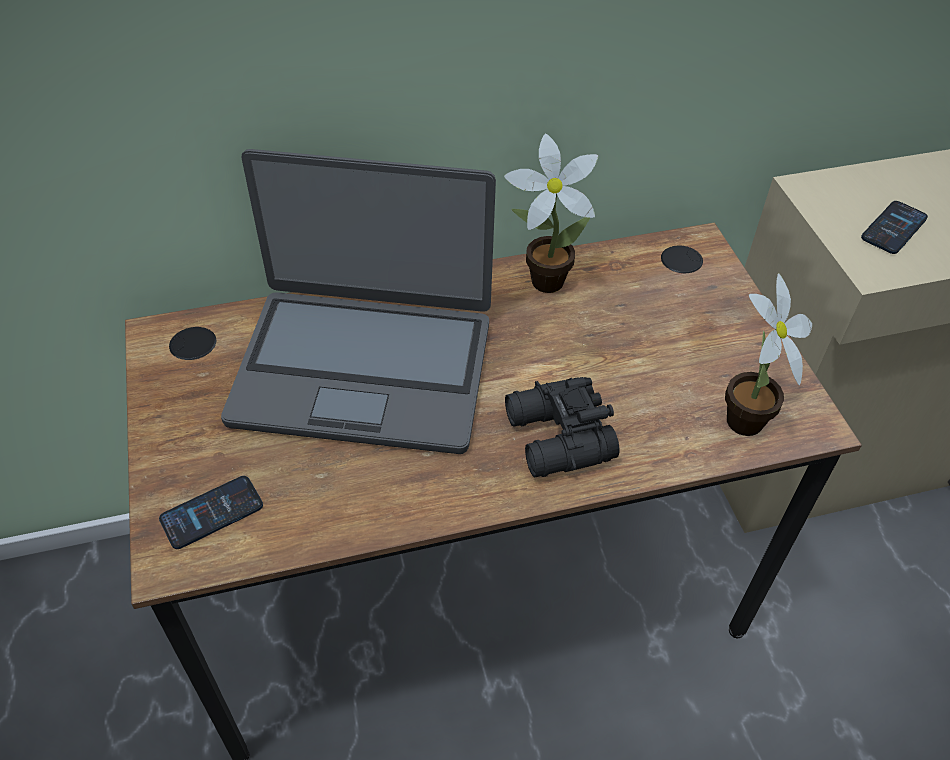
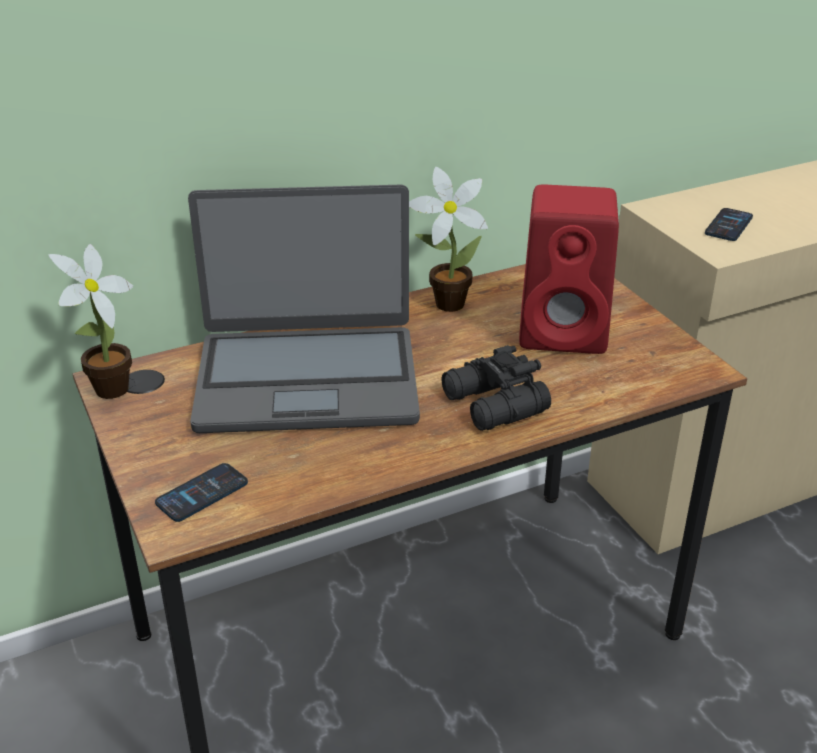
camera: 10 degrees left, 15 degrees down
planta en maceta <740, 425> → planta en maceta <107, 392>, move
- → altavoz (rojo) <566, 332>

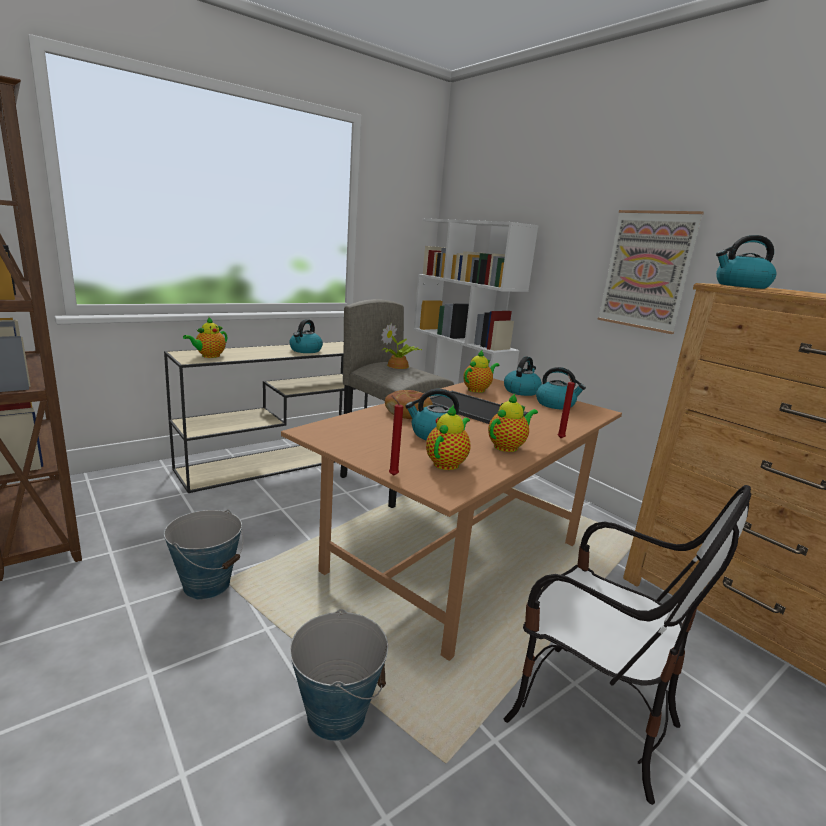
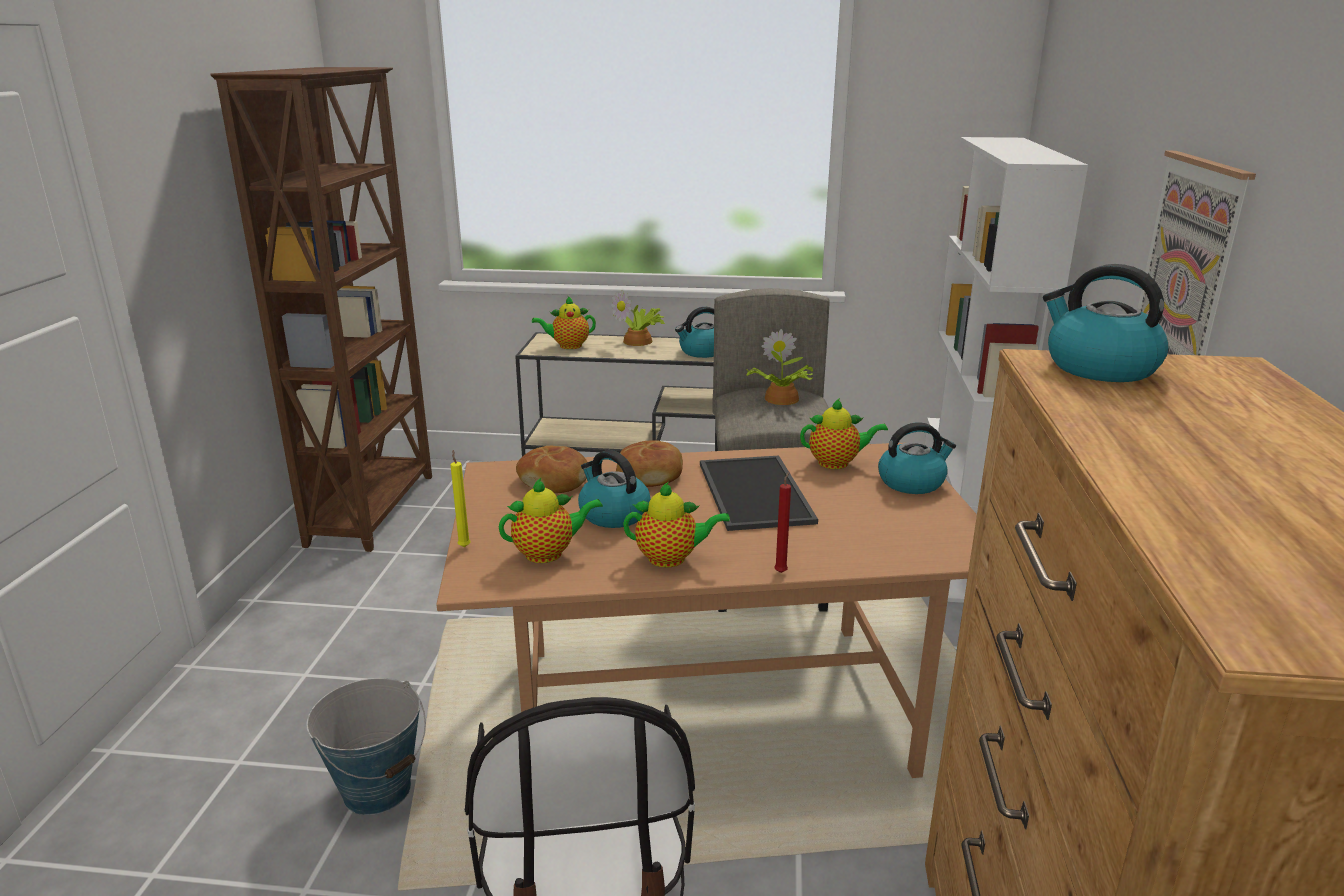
camera: 45 degrees right, 5 degrees up
vela (rojo) <392, 475> → vela (amarillo) <464, 546>
- → pan <554, 480>
- → planta en maceta <639, 341>
cubo <207, 584> → -
hervidor <555, 404> → -

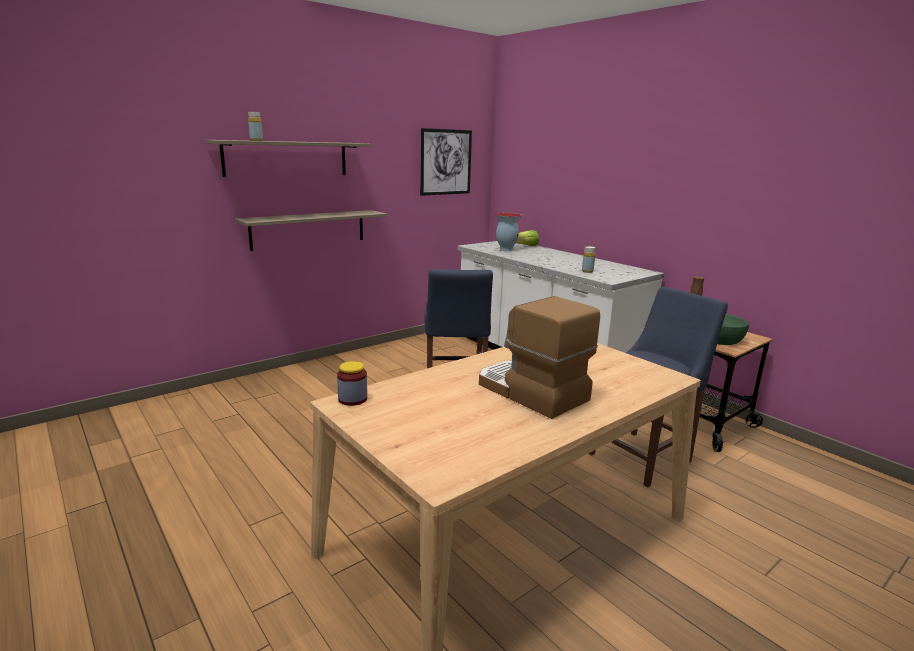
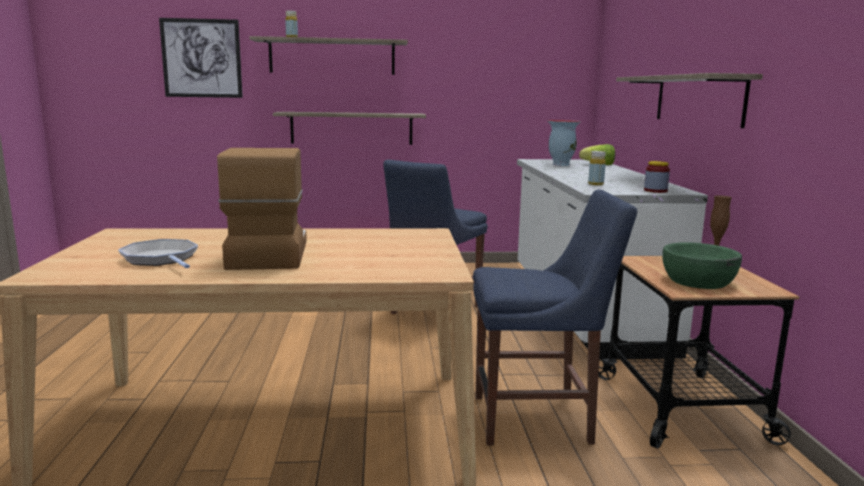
camera: 35 degrees right, 5 degrees down
- → sartén <161, 259>
cuadro <446, 162> → cuadro <201, 58>, move
- → estante <698, 99>
tarro <352, 399> → tarro <655, 190>, move

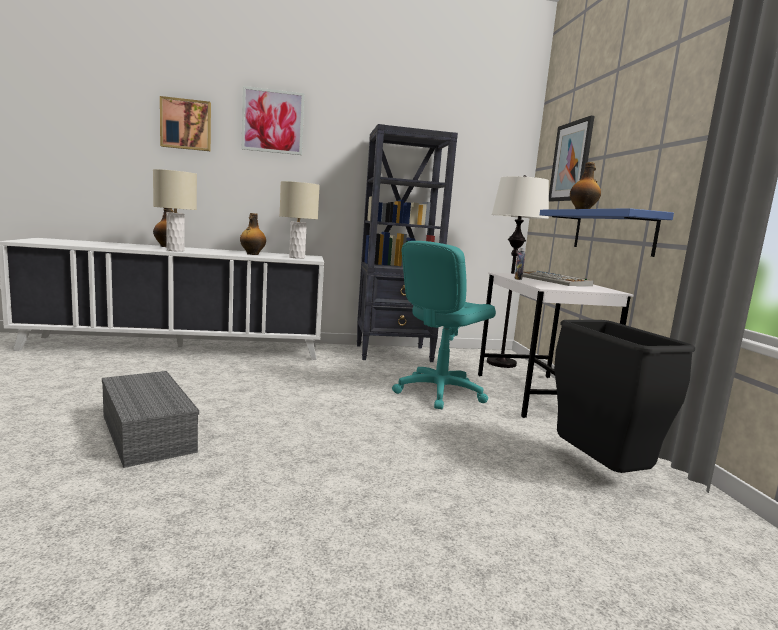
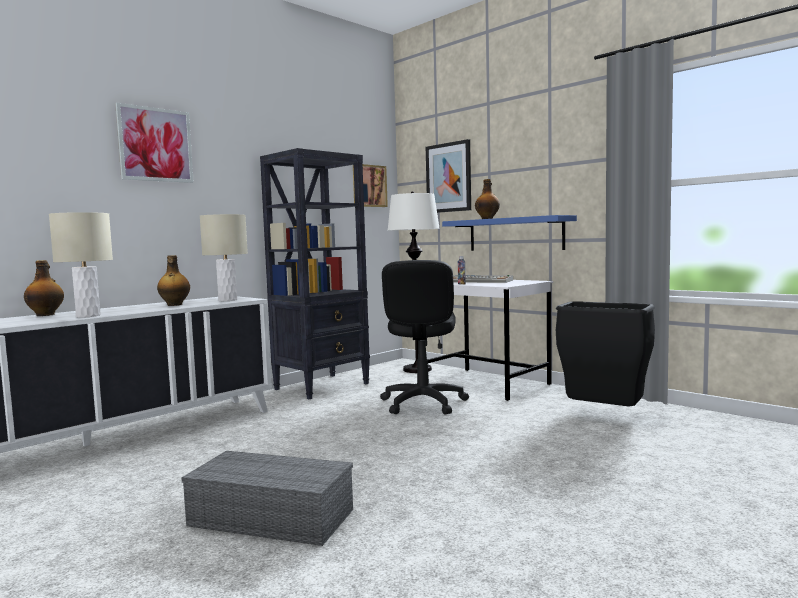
camera: 35 degrees left, 5 degrees down
cuadro <186, 124> → cuadro <368, 186>, move
silla de oficina (turquesa) <439, 392> → silla de oficina (negro) <423, 403>

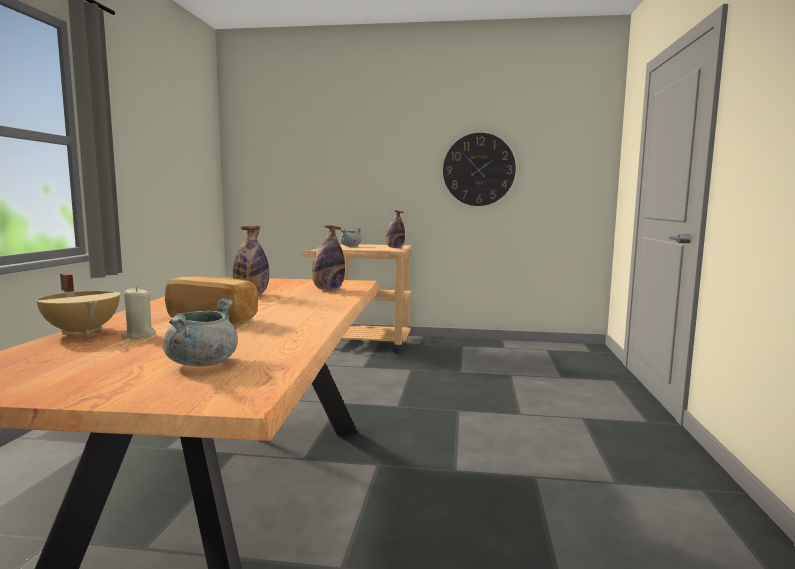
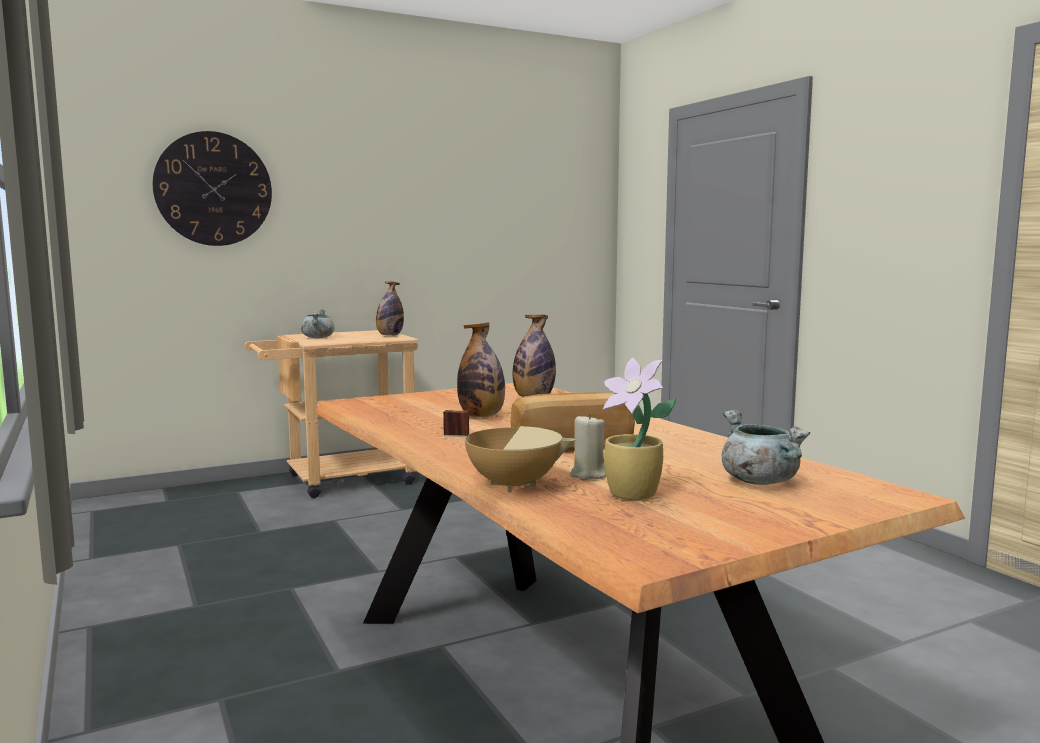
camera: 35 degrees left, 0 degrees up
reloj de pared <479, 169> → reloj de pared <213, 189>, move
- → planta en maceta <634, 495>

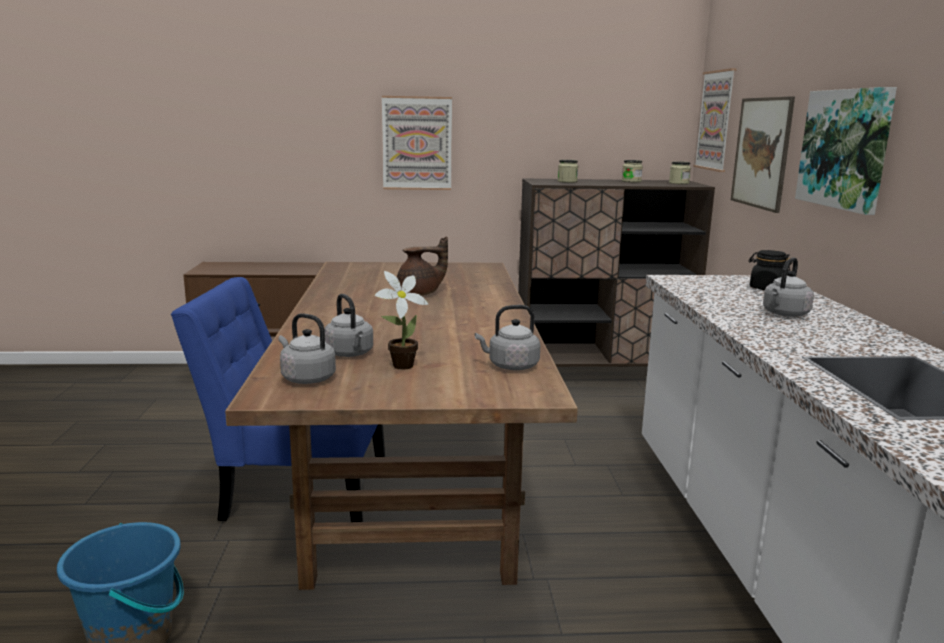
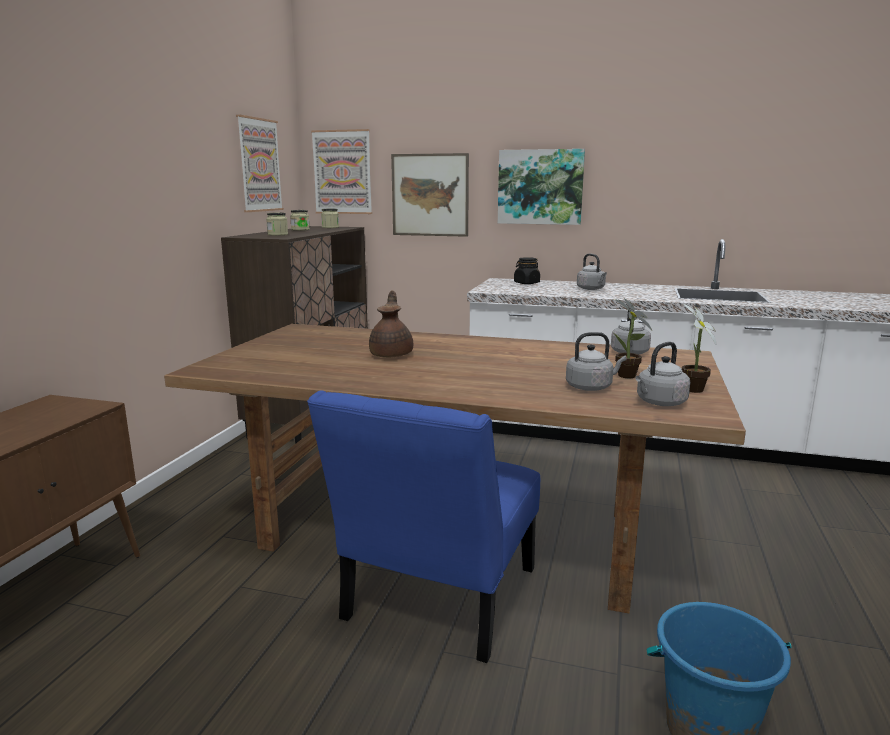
camera: 70 degrees left, 0 degrees up
cuadro <417, 143> → cuadro <259, 165>, move
- → planta en maceta <692, 390>

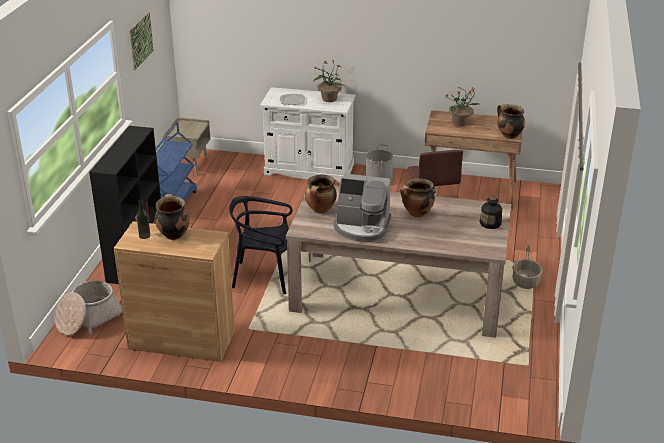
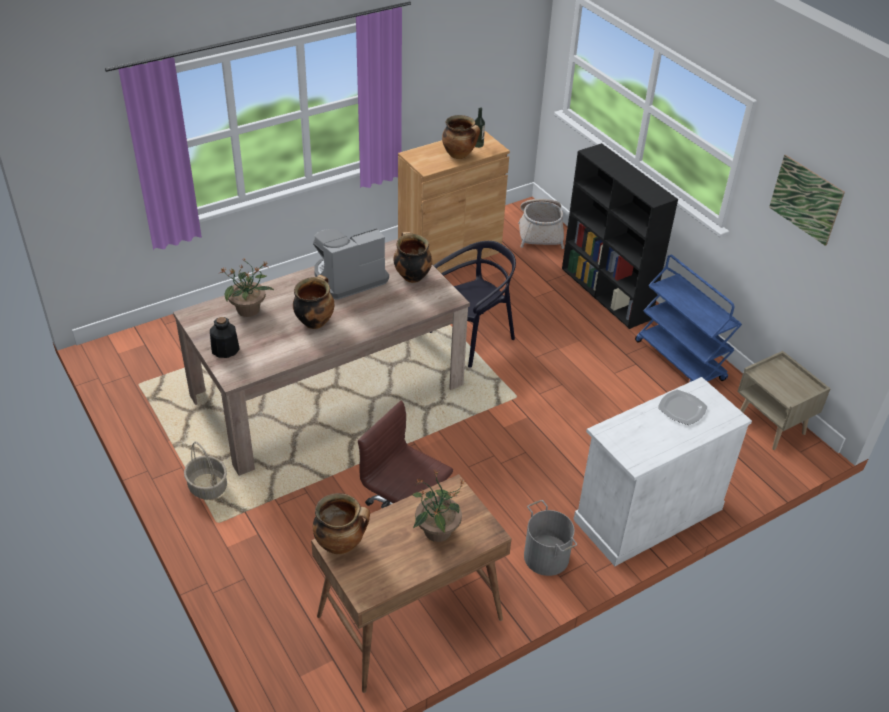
camera: 135 degrees right, 10 degrees up
planta en maceta <329, 99> → planta en maceta <249, 310>, move

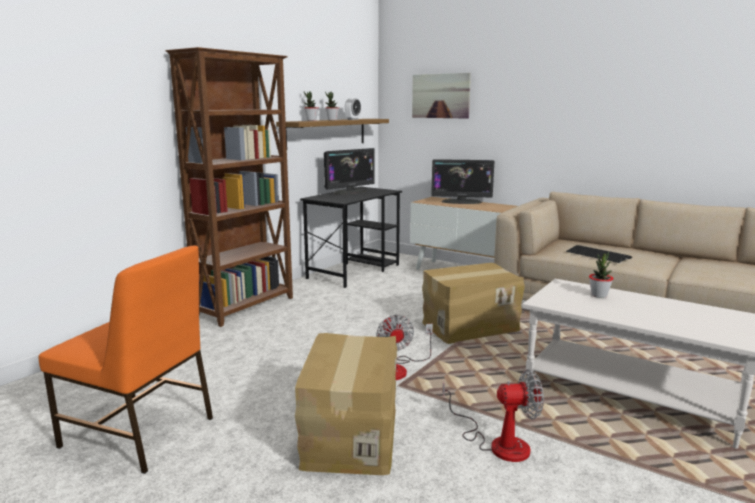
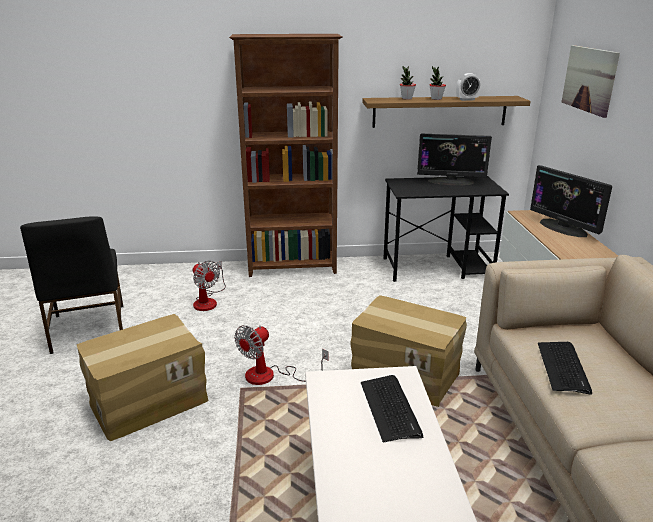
camera: 50 degrees right, 10 degrees up
silla (naranja) <139, 433> → silla (negro) <88, 329>
ventilador <498, 443> → ventilador <208, 301>, move
planta en maceta <599, 295> → teclado <390, 408>

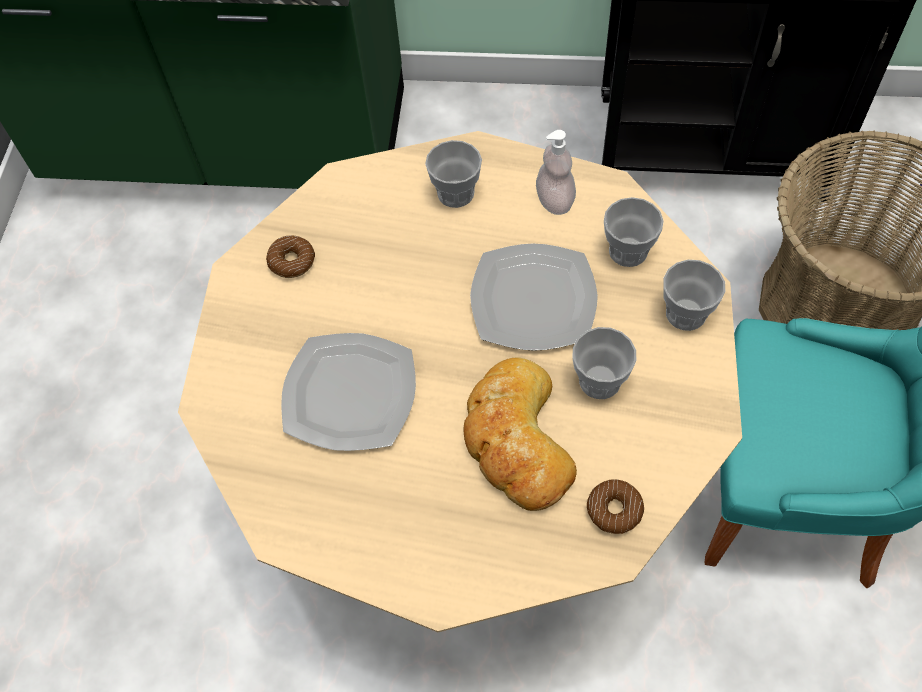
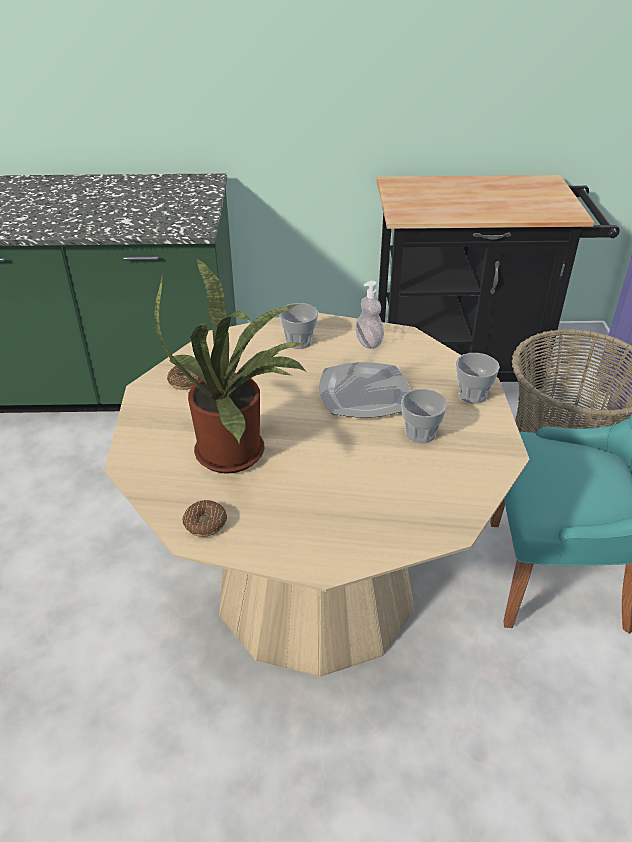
camera: 10 degrees left, 20 degrees down
plato <351, 395> → planta en maceta <238, 452>
rosquilla <614, 510> → rosquilla <205, 523>, move
pan <516, 439> → -
taza <628, 251> → -

